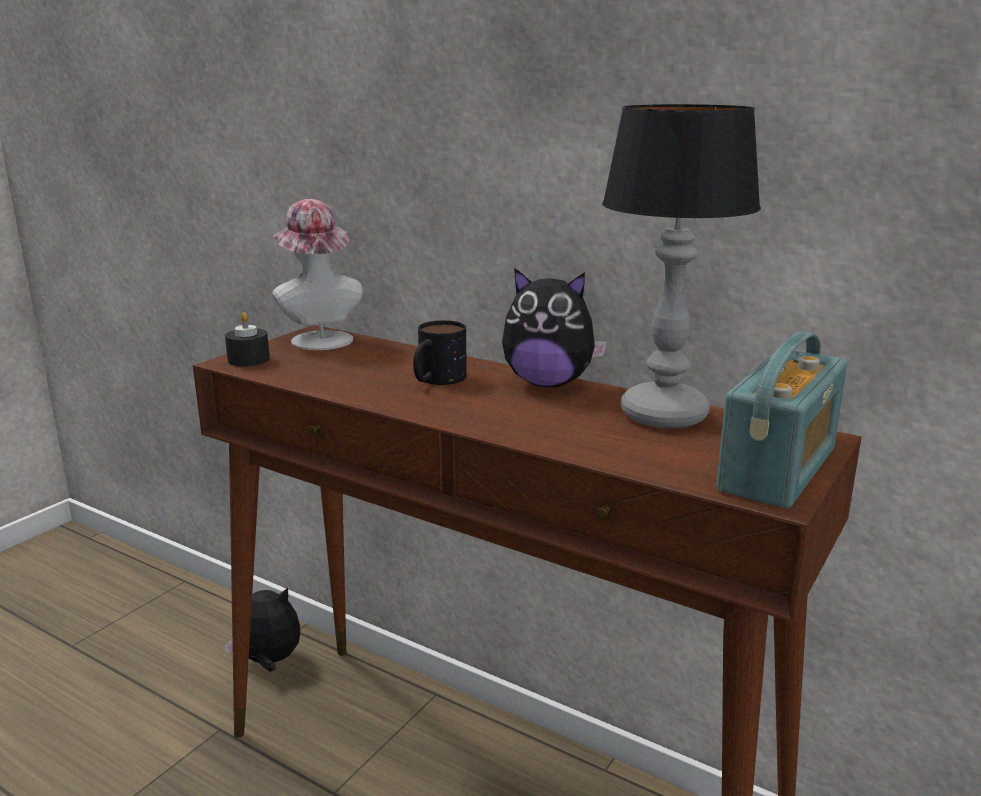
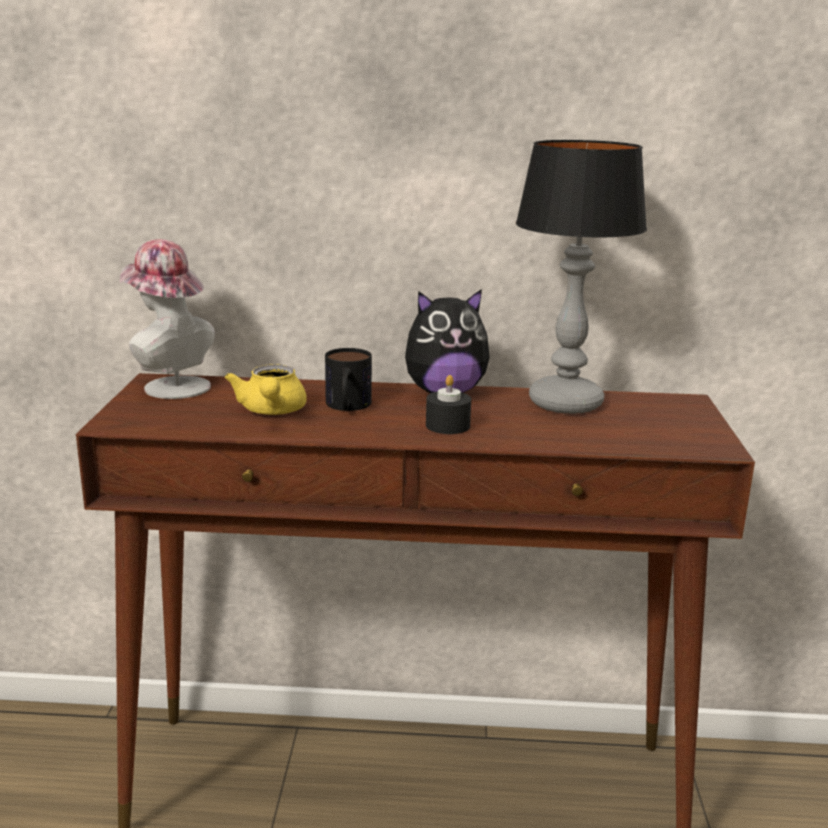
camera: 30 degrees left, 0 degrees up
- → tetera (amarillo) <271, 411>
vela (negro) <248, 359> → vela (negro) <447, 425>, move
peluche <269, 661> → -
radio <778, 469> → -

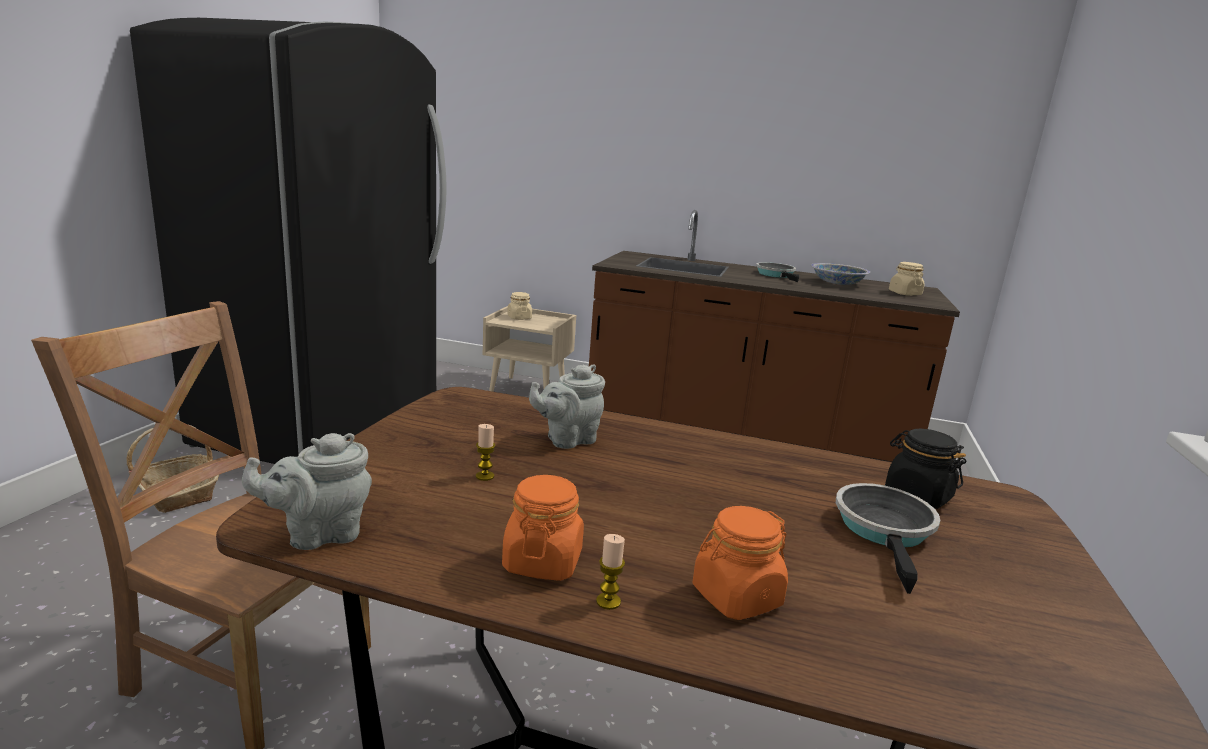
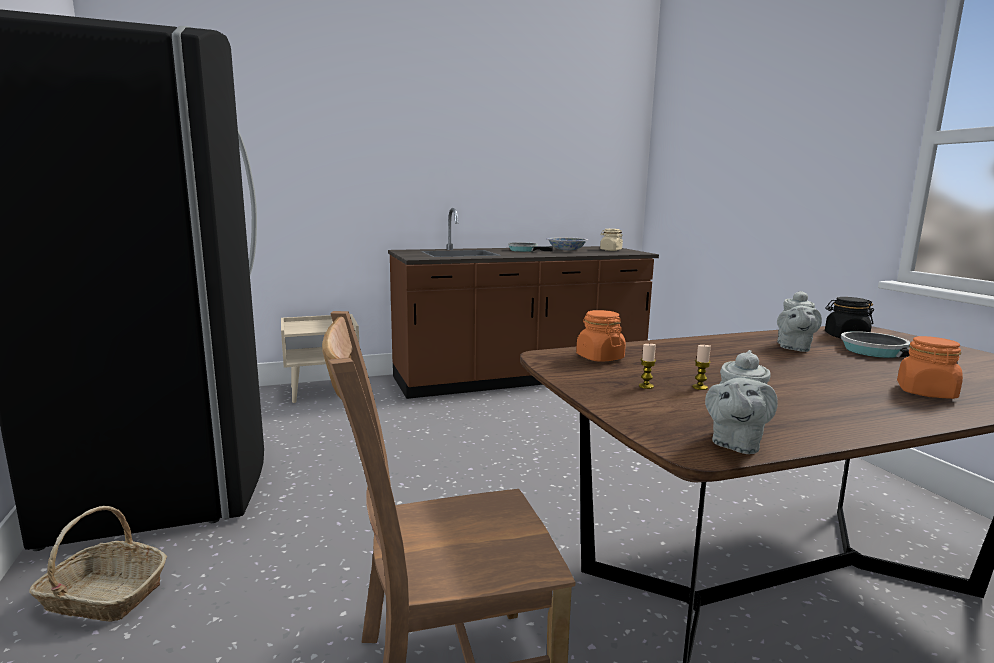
camera: 35 degrees left, 5 degrees down
tarro (naranja) <542, 561> → tarro (naranja) <599, 358>, move
vela <608, 601> → vela <646, 386>, move
tetera (gris) <567, 440> → tetera (gris) <794, 348>, move
tarro (beis) <519, 318> → -

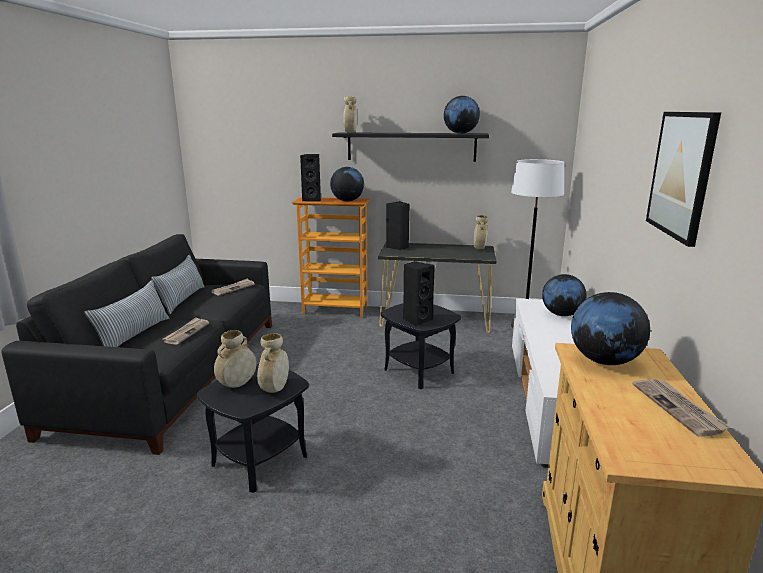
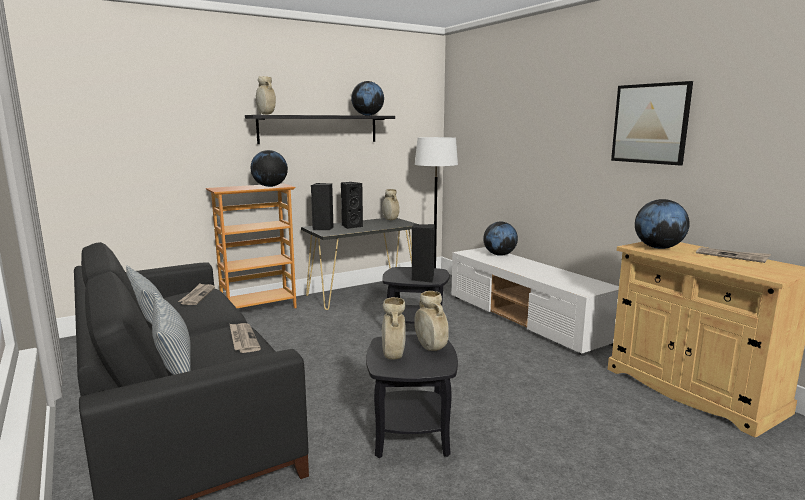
camera: 40 degrees left, 5 degrees down
altavoz (negro) <313, 200> → altavoz (negro) <351, 226>, move

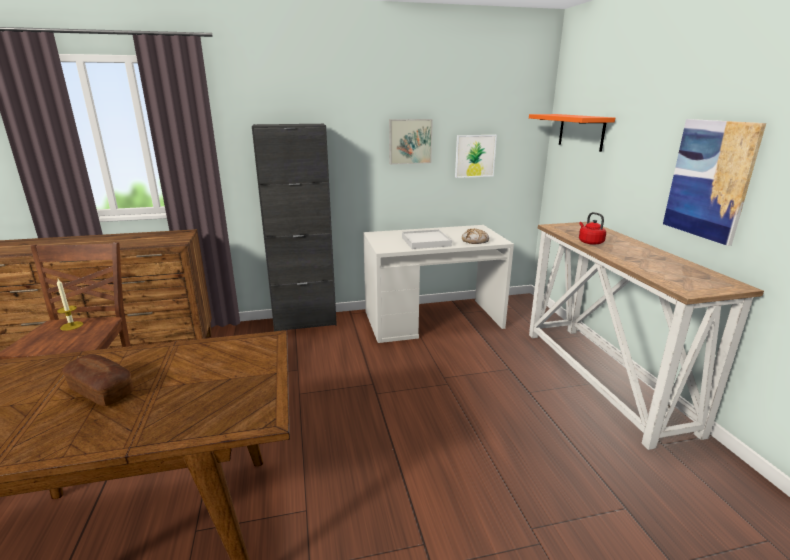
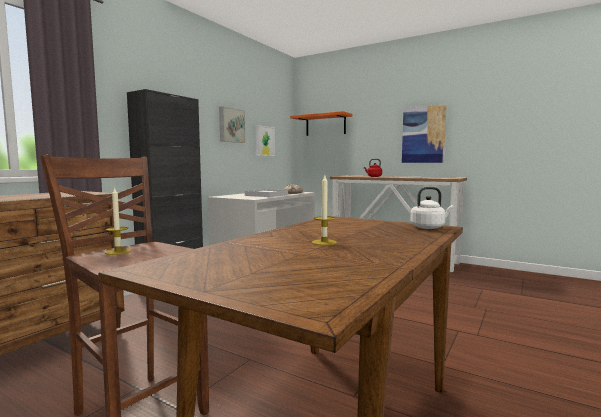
camera: 45 degrees left, 15 degrees down
pan <101, 391> → vela <324, 242>
- → hervidor (blanco) <429, 227>

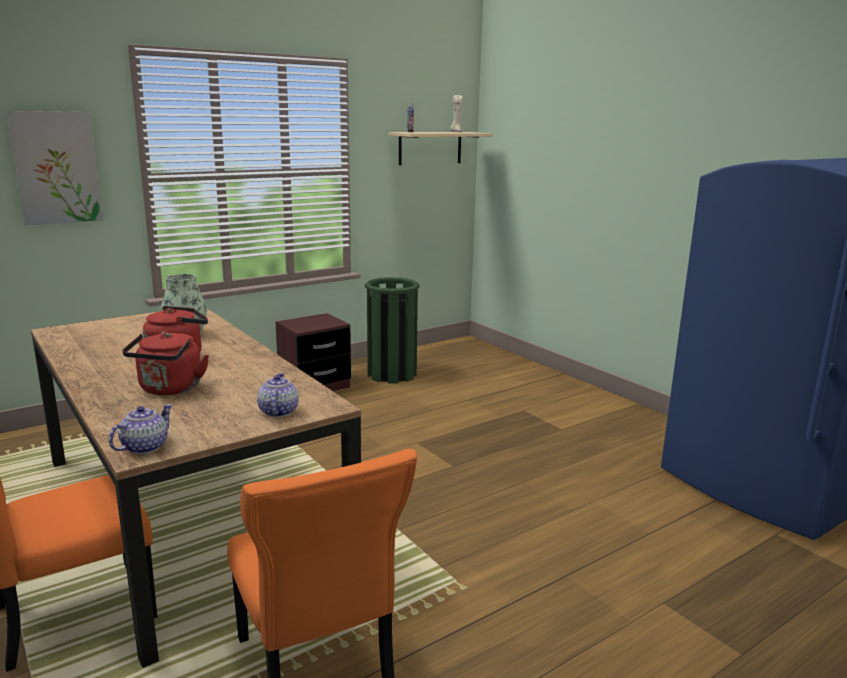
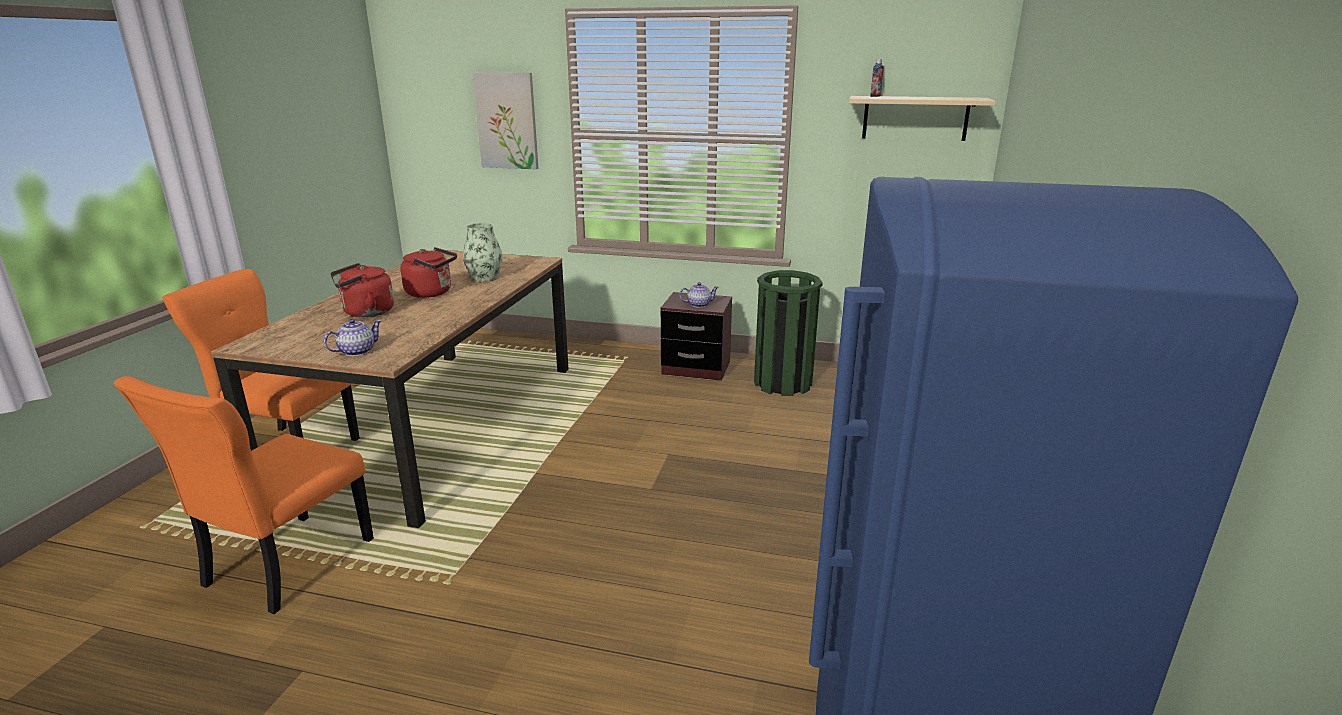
camera: 50 degrees right, 5 degrees up
tetera <144, 447> → tetera <698, 304>, move
vela (beis) <456, 132> → -

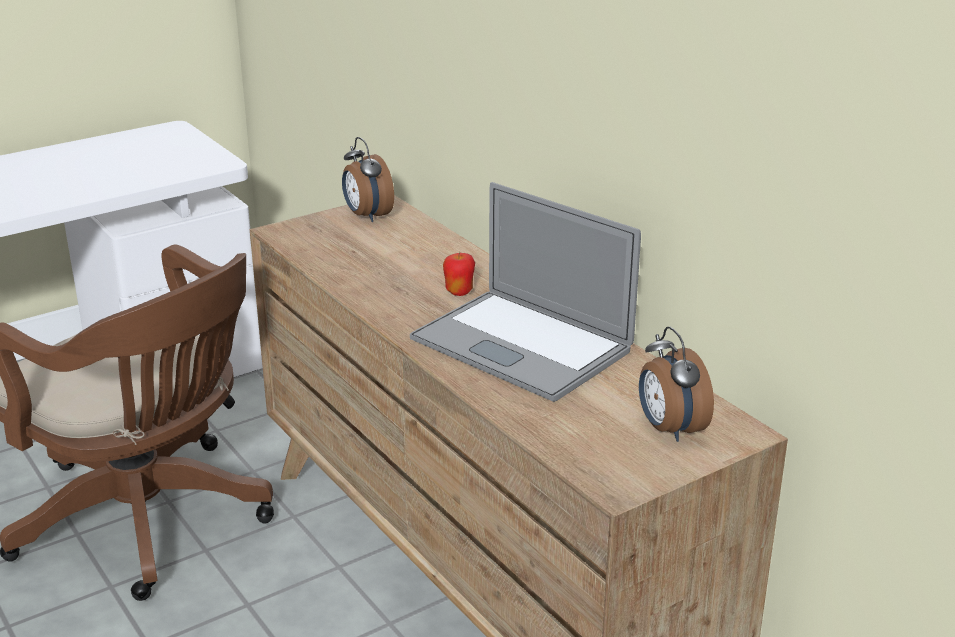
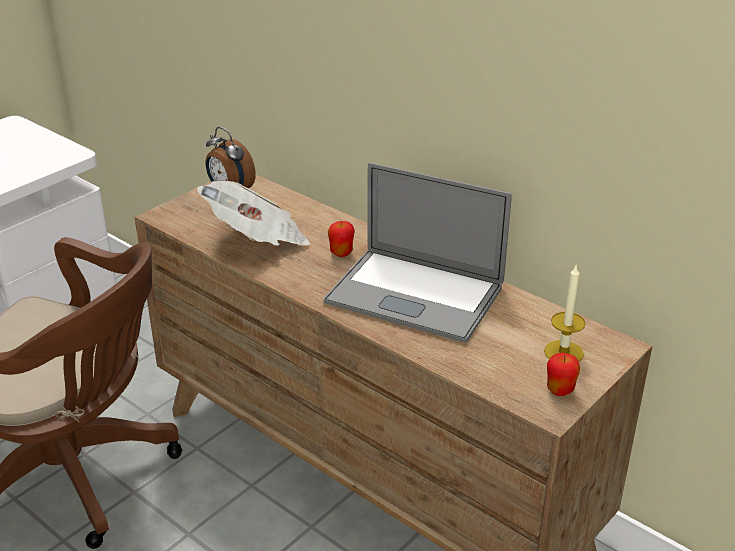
camera: 15 degrees left, 5 degrees up
- → periódico <257, 239>
despertador <669, 429> → vela <563, 352>
- → manzana <560, 390>

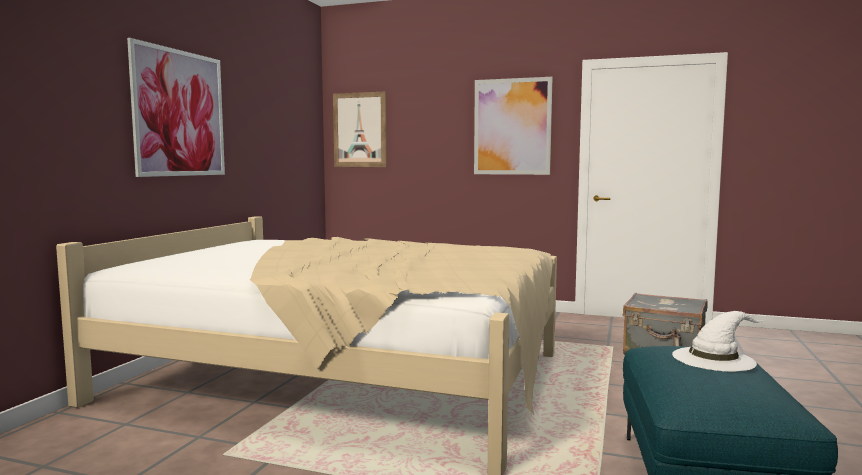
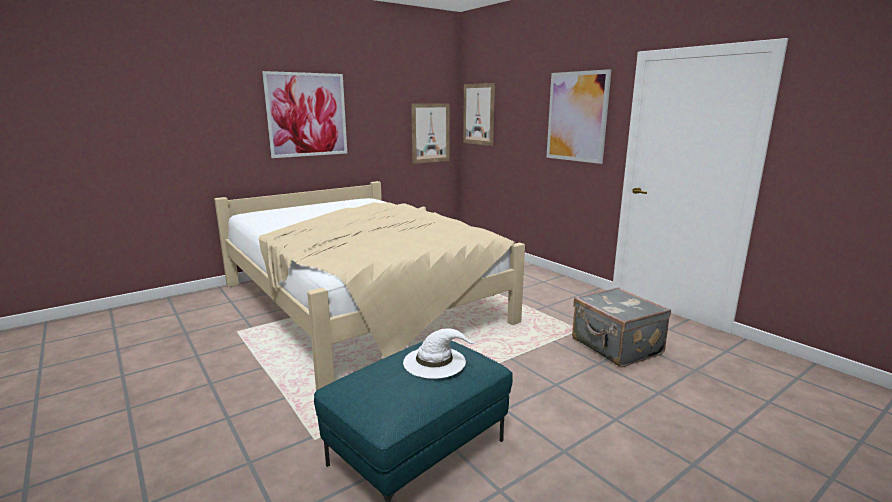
camera: 35 degrees right, 10 degrees up
- → cuadro <430, 133>

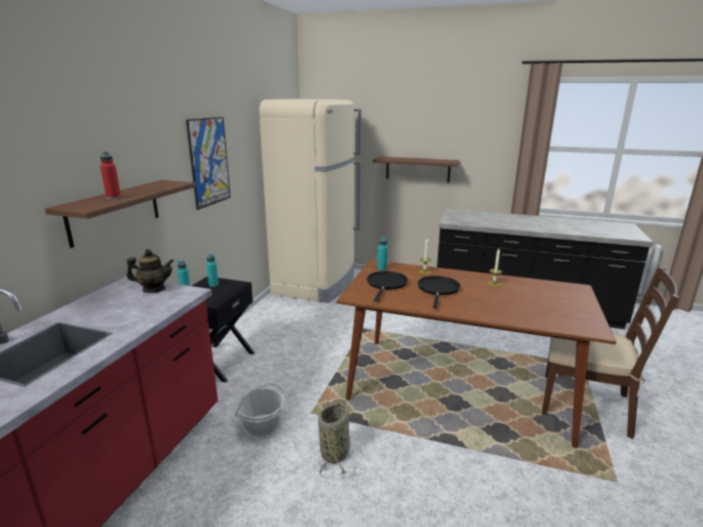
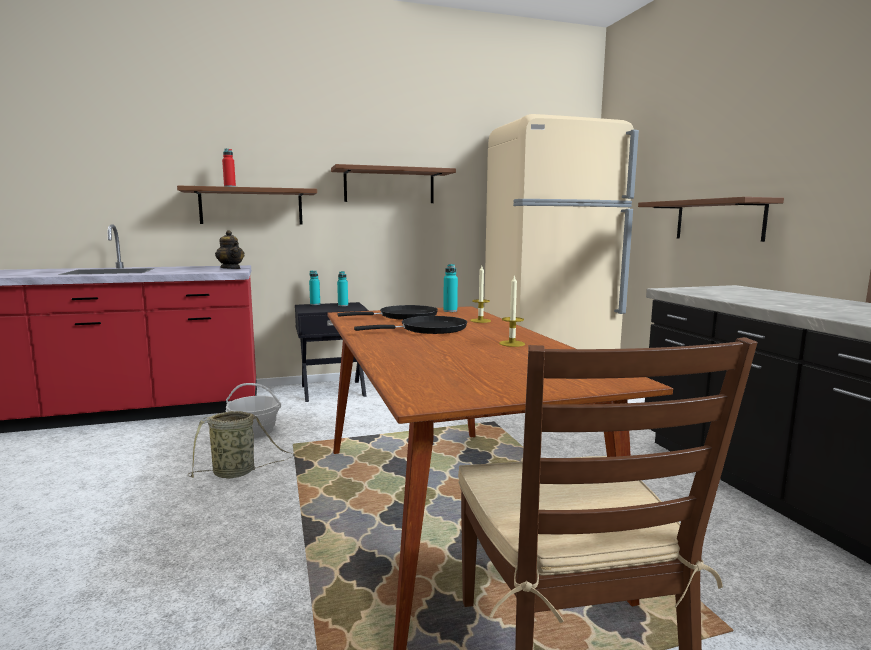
camera: 55 degrees right, 10 degrees down
cuadro <209, 162> → estante (marrón) <389, 186>

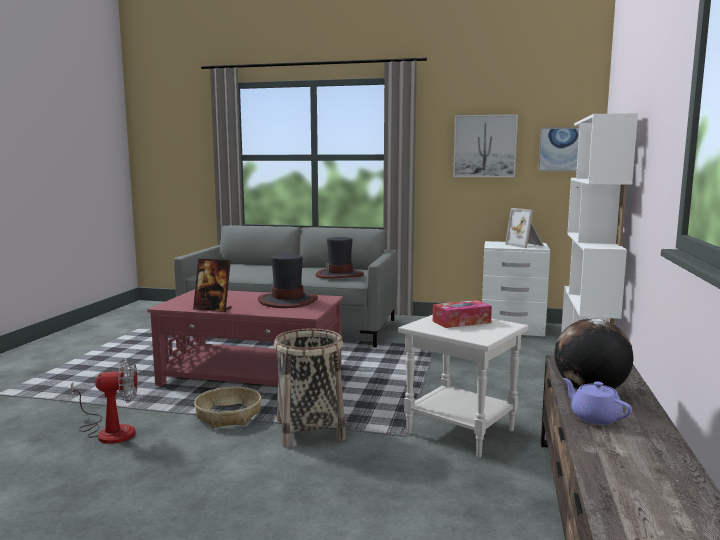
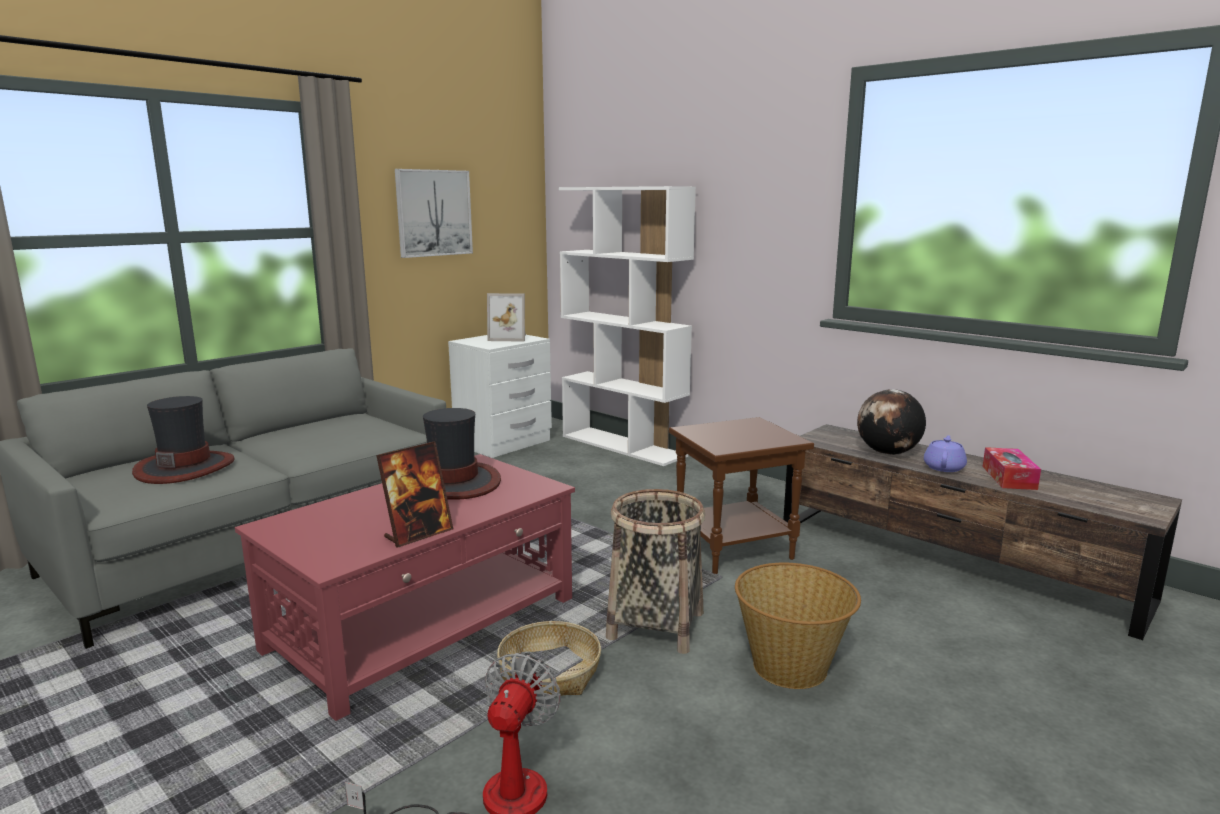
camera: 60 degrees left, 5 degrees up
sombrero <340, 275> → sombrero <185, 467>, move
mesa auxiliar (blanco) <458, 432> → mesa auxiliar (marrón) <733, 550>
- → cesta <791, 666>
tetera (morado) <594, 417> → tetera (morado) <944, 467>, 120 degrees clockwise
caja de pañuelos <461, 322> → caja de pañuelos <1009, 477>, move
cuadro <561, 149> → -

